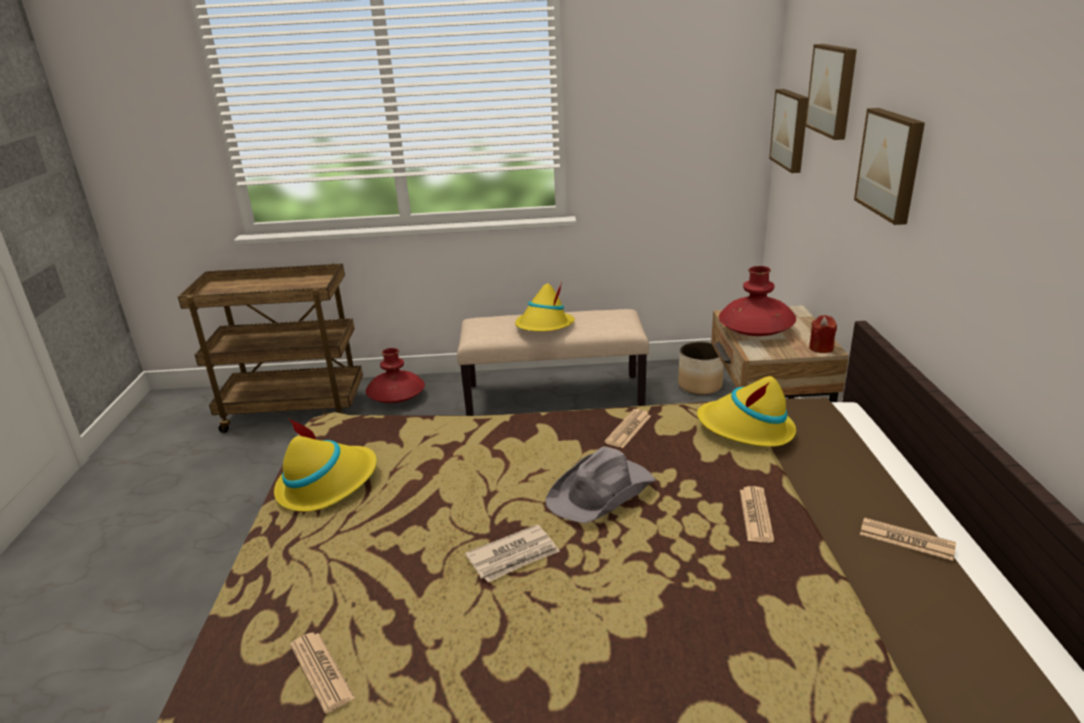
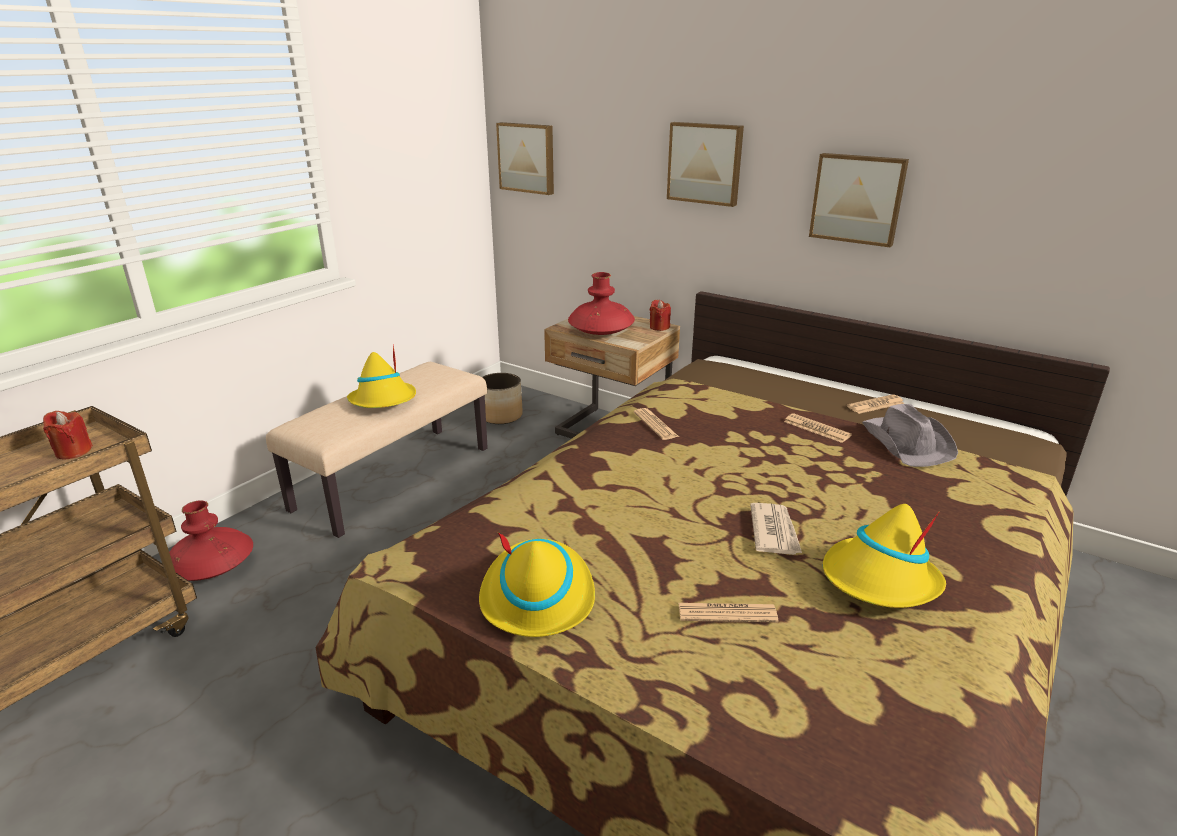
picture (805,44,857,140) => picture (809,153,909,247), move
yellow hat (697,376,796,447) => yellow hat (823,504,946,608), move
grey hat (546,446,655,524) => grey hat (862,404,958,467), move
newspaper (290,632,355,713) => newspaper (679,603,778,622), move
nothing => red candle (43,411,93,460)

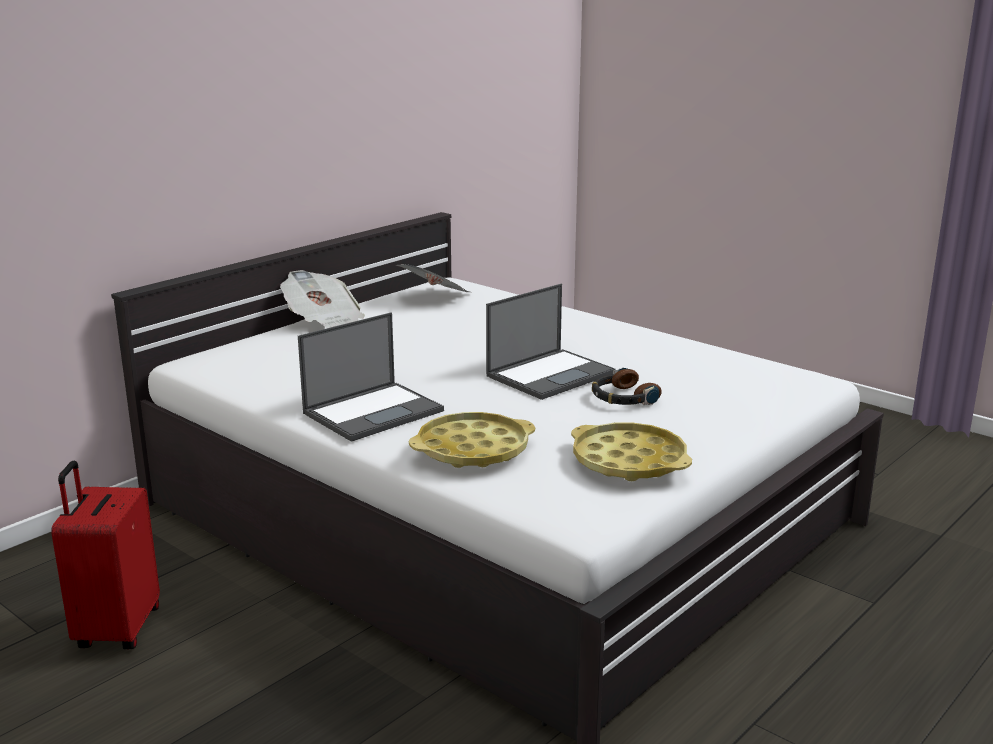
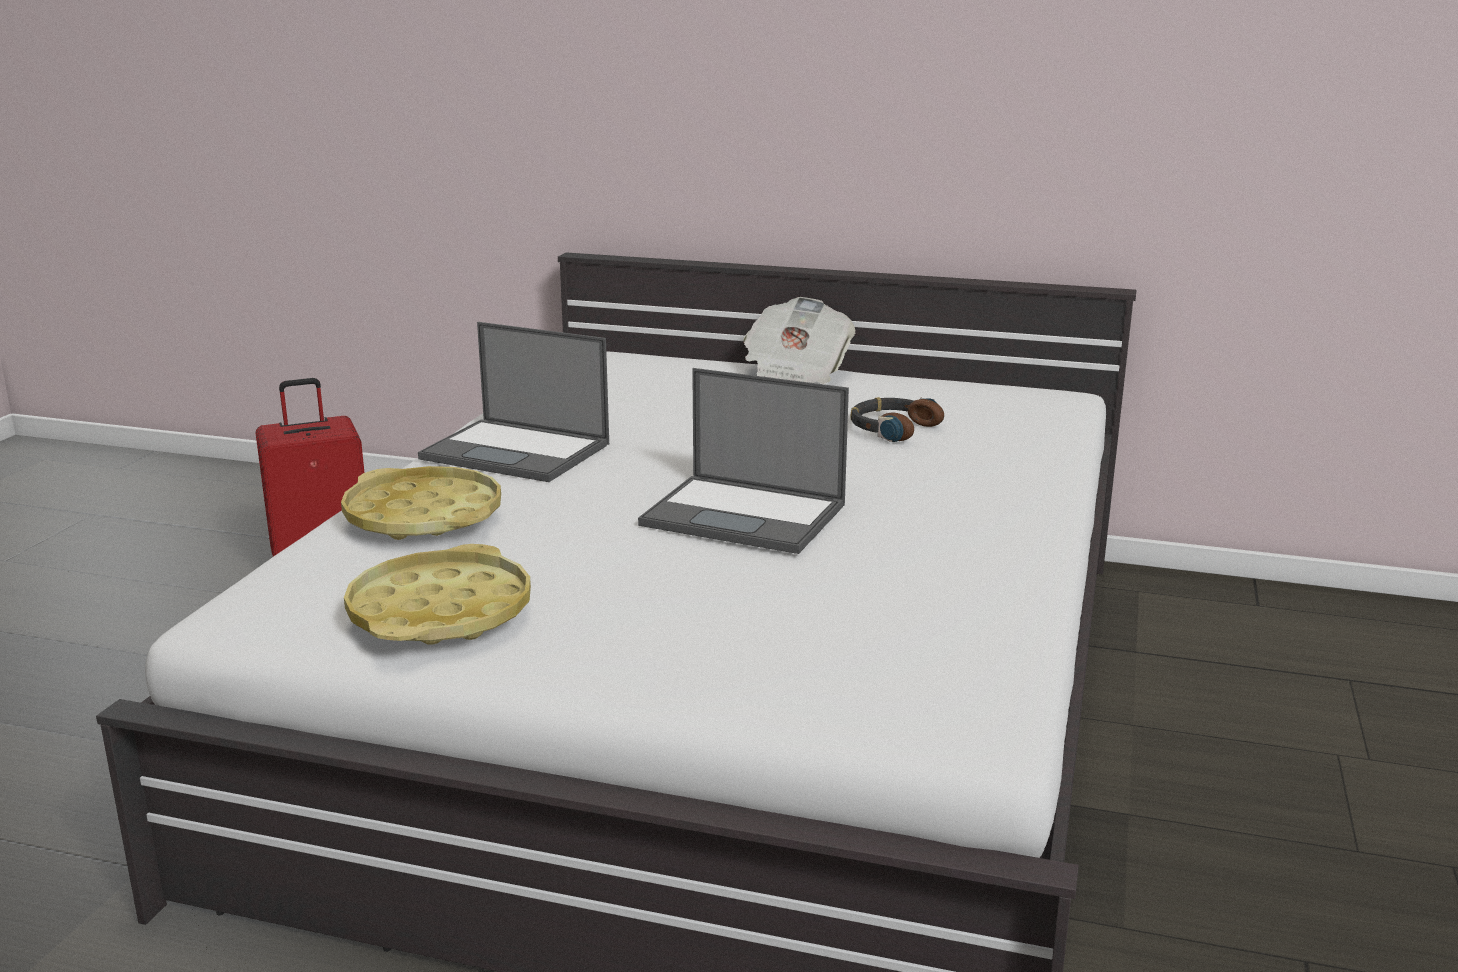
newspaper (396,264,469,292) => nothing
headphones (592,368,662,405) => headphones (851,397,944,442), move

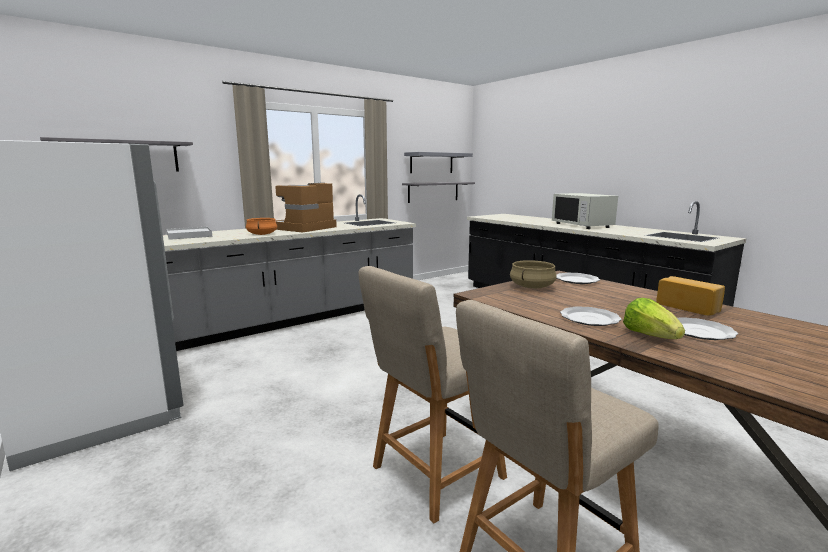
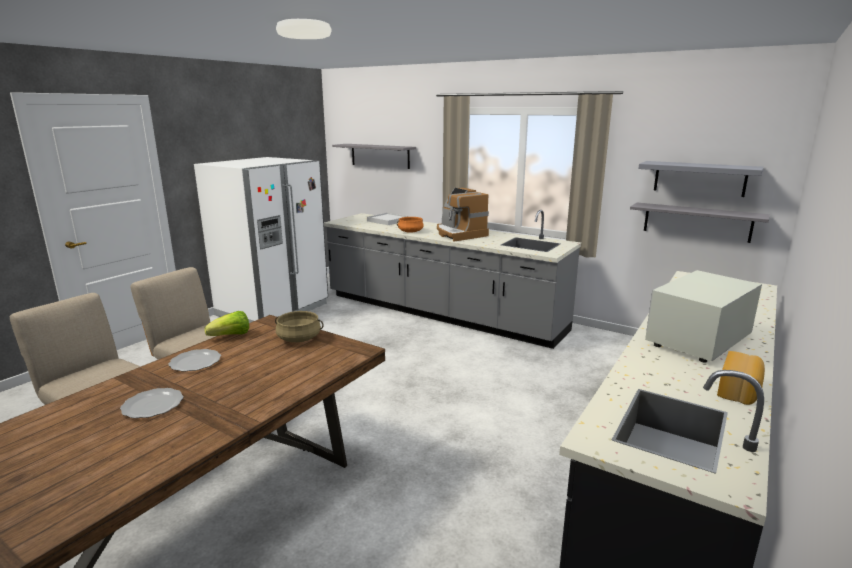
coffee machine (275,183,337,233) => coffee machine (437,188,489,242), 135 degrees counterclockwise
plate (557,273,600,284) => nothing
bread (656,276,725,315) => bread (717,351,765,405), move
lettuce (623,298,685,339) => lettuce (205,311,249,336), move

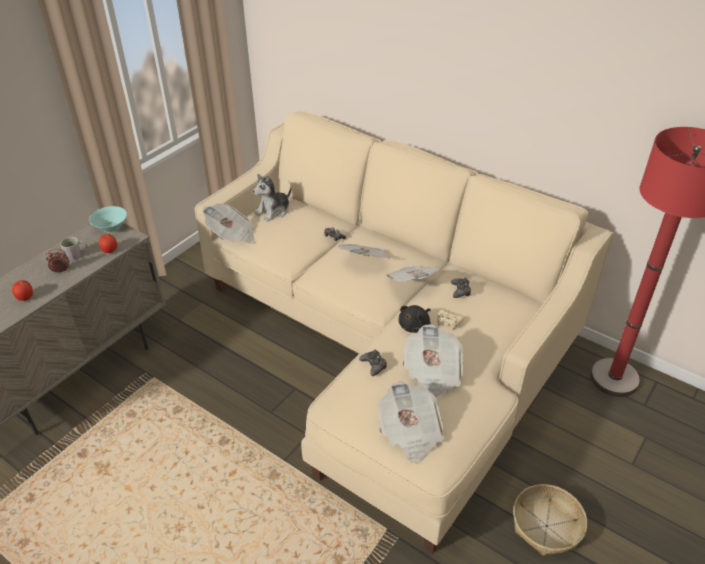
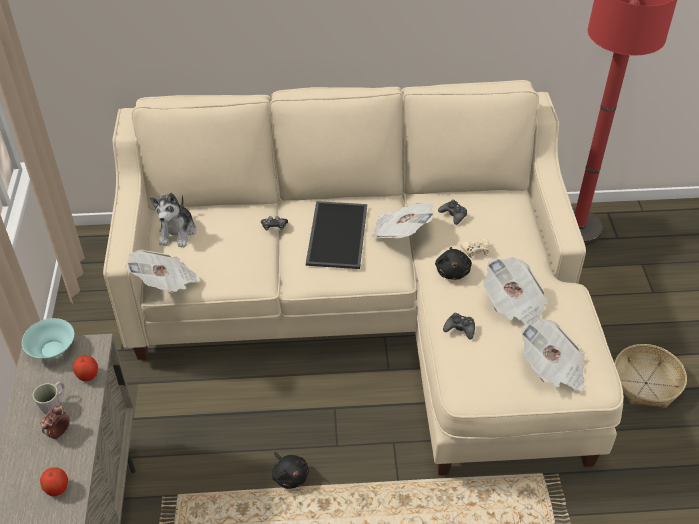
newspaper (338,244,390,258) => tray (306,201,367,269)
nothing => black plush toy (272,452,309,489)

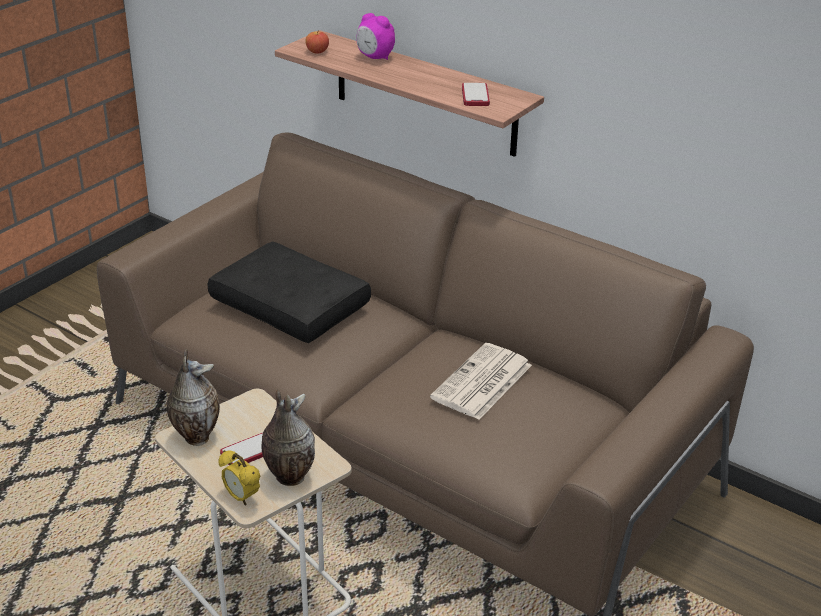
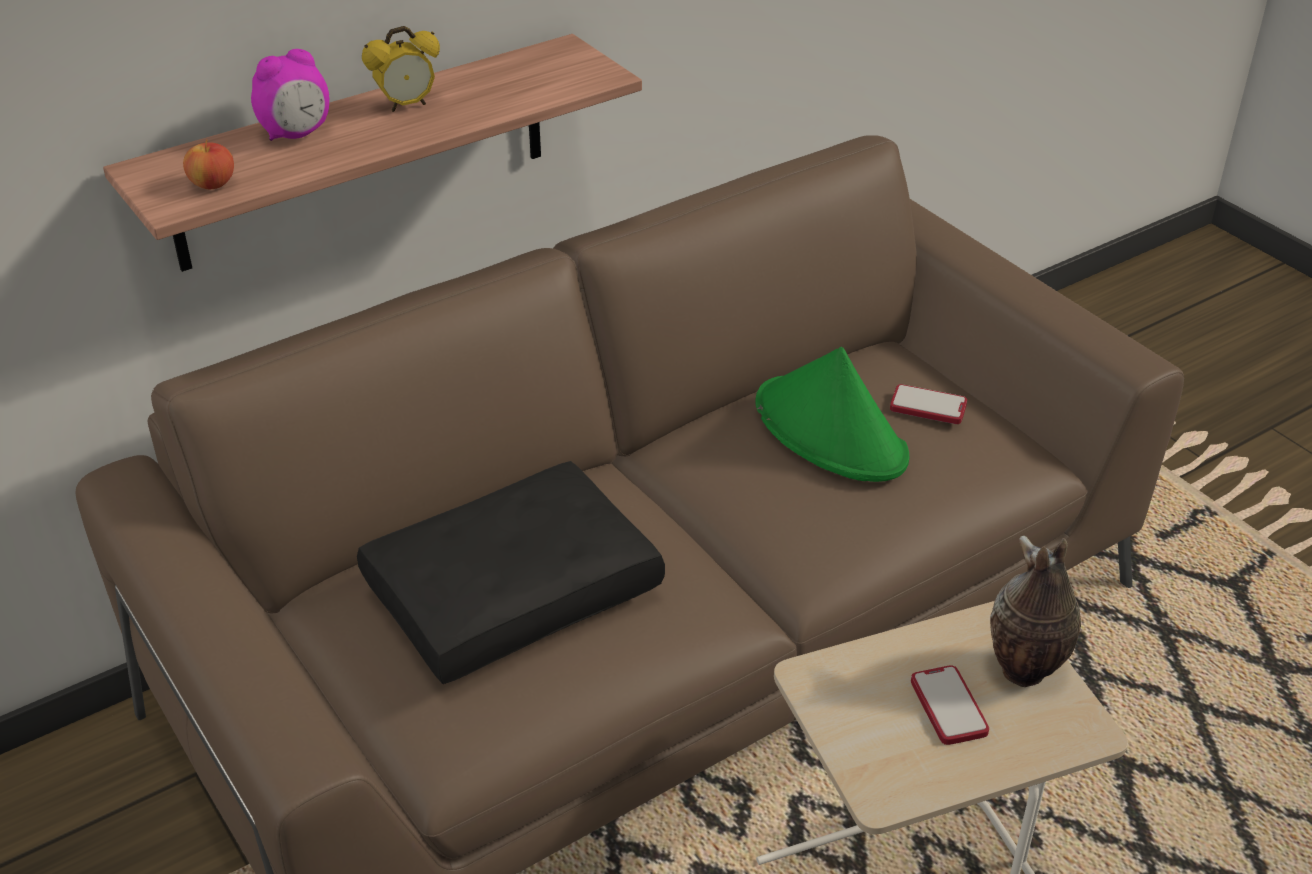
phone (462,83,490,106) => phone (890,384,967,424), move
newspaper (430,343,532,420) => green hat (756,347,909,482)
vase (167,348,220,446) => nothing
alarm clock (218,450,260,505) => alarm clock (362,26,440,112), move

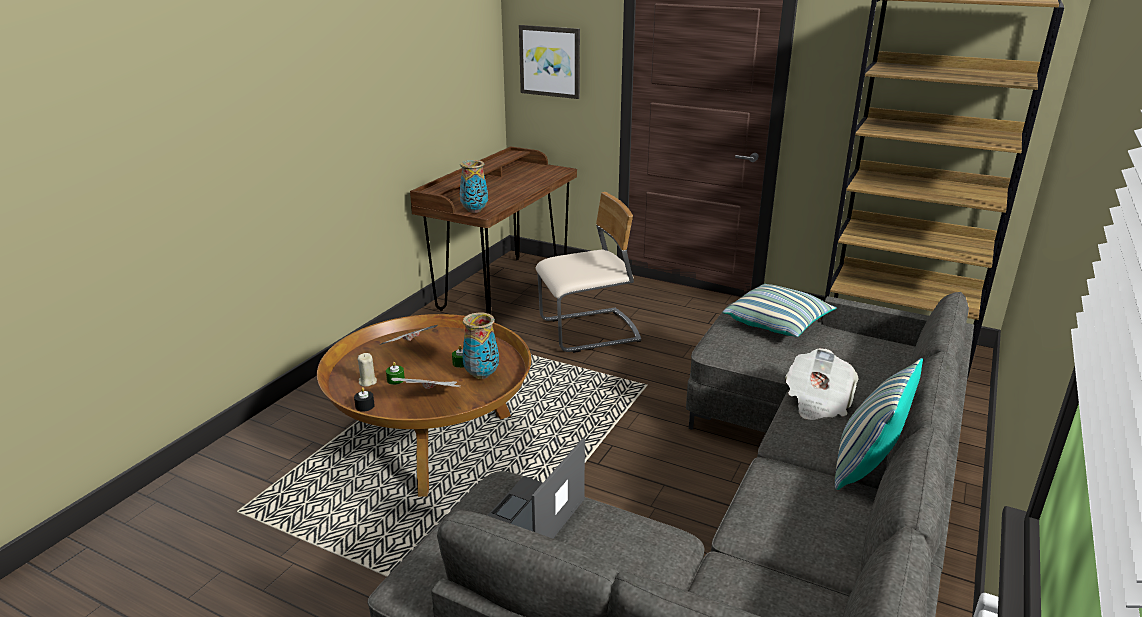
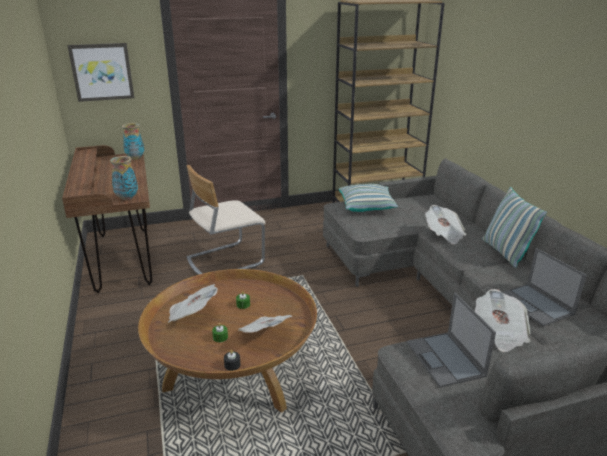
beige chair (536,192,641,353) => beige chair (187,165,265,275), 150 degrees counterclockwise
vase (462,313,499,379) => vase (122,123,144,160), move
beige candle (358,353,377,387) => nothing
nothing => laptop (502,248,587,326)
nothing => newspaper (475,289,531,352)

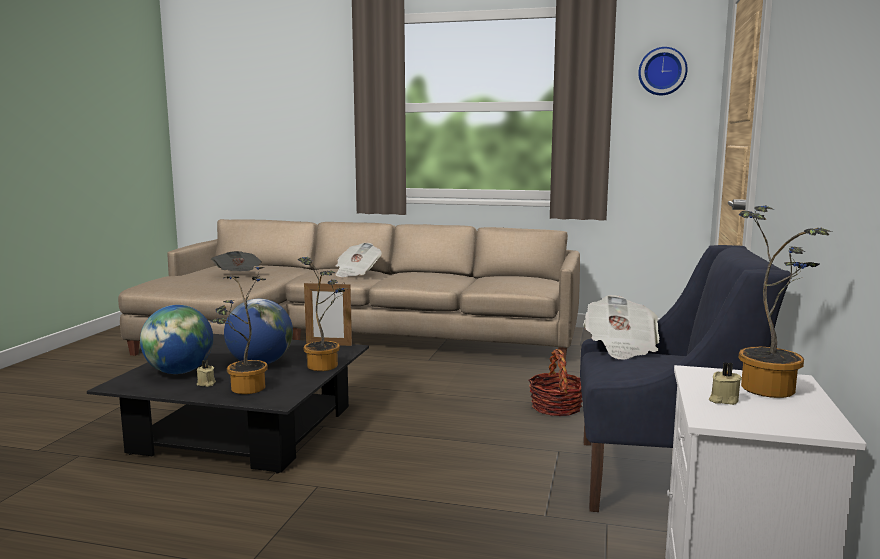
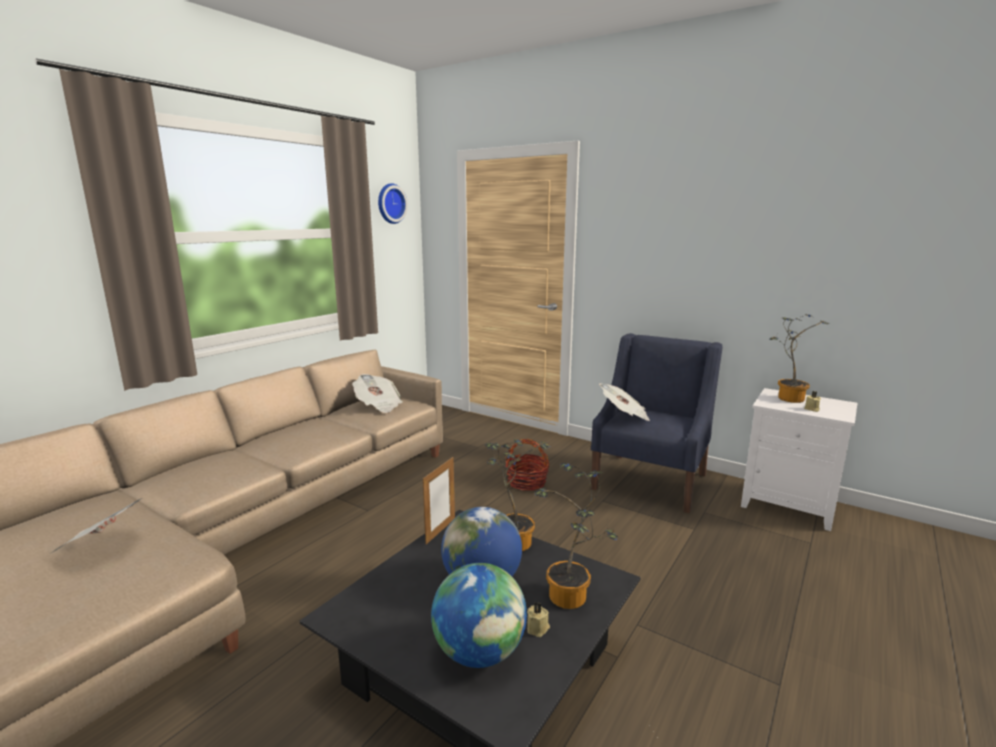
newspaper (336,243,382,277) => newspaper (352,374,403,413), move

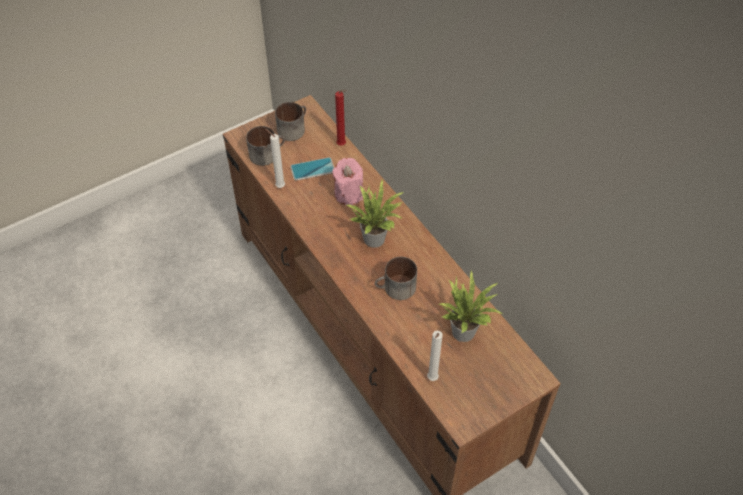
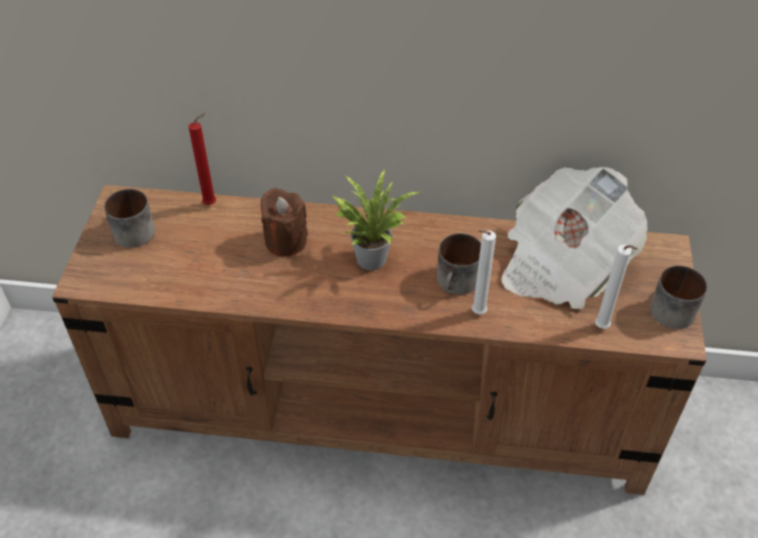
mug (246,126,285,166) => mug (650,266,707,329), move
white candle (266,129,285,188) => white candle (472,230,496,314), move
phone (290,157,334,181) => nothing
pink candle (332,158,363,205) => brown candle (261,188,308,256)
potted plant (439,270,503,342) => newspaper (501,167,647,309)

